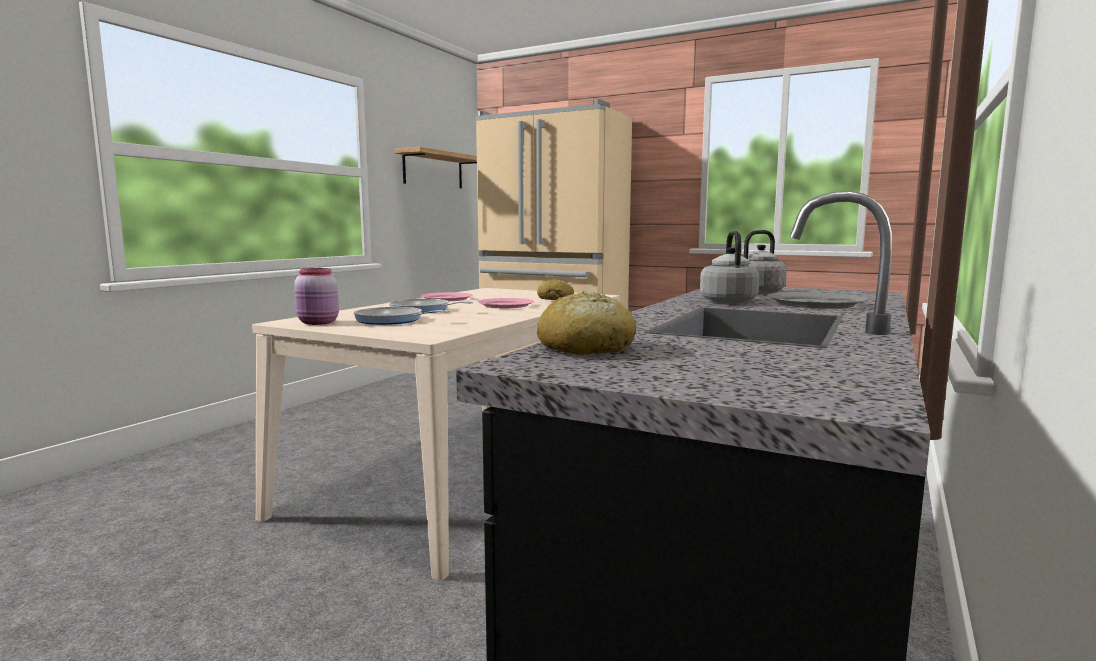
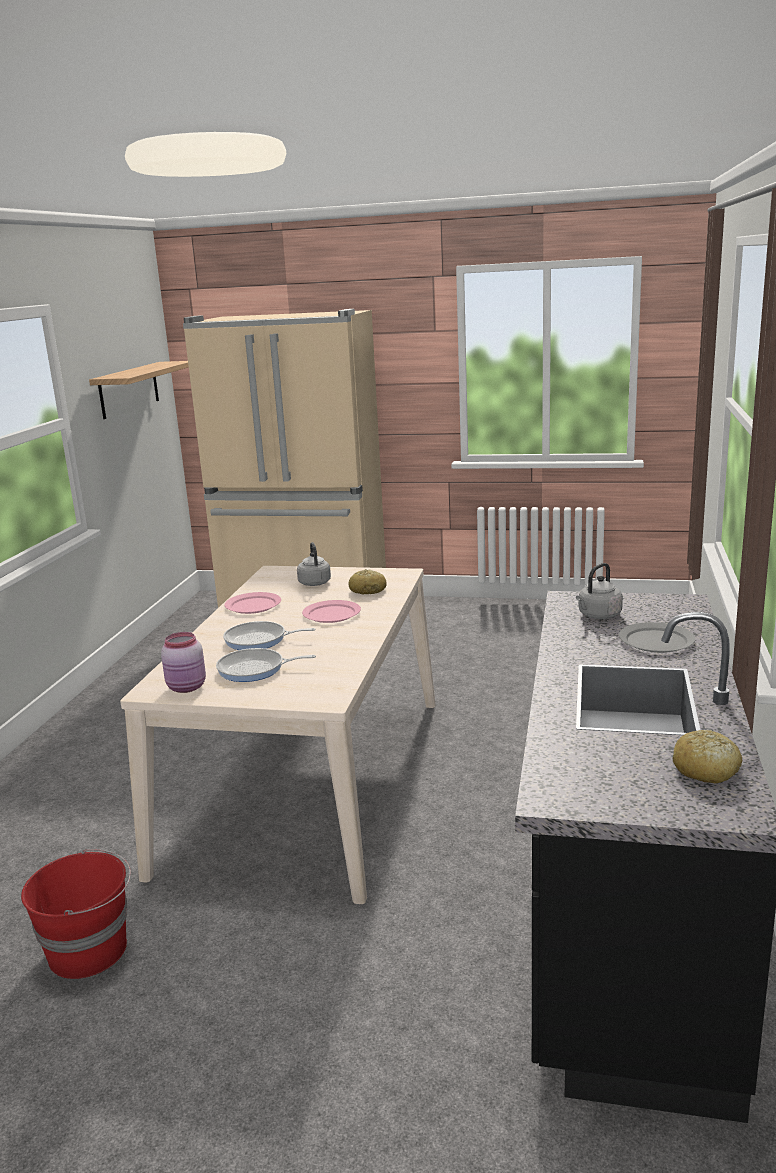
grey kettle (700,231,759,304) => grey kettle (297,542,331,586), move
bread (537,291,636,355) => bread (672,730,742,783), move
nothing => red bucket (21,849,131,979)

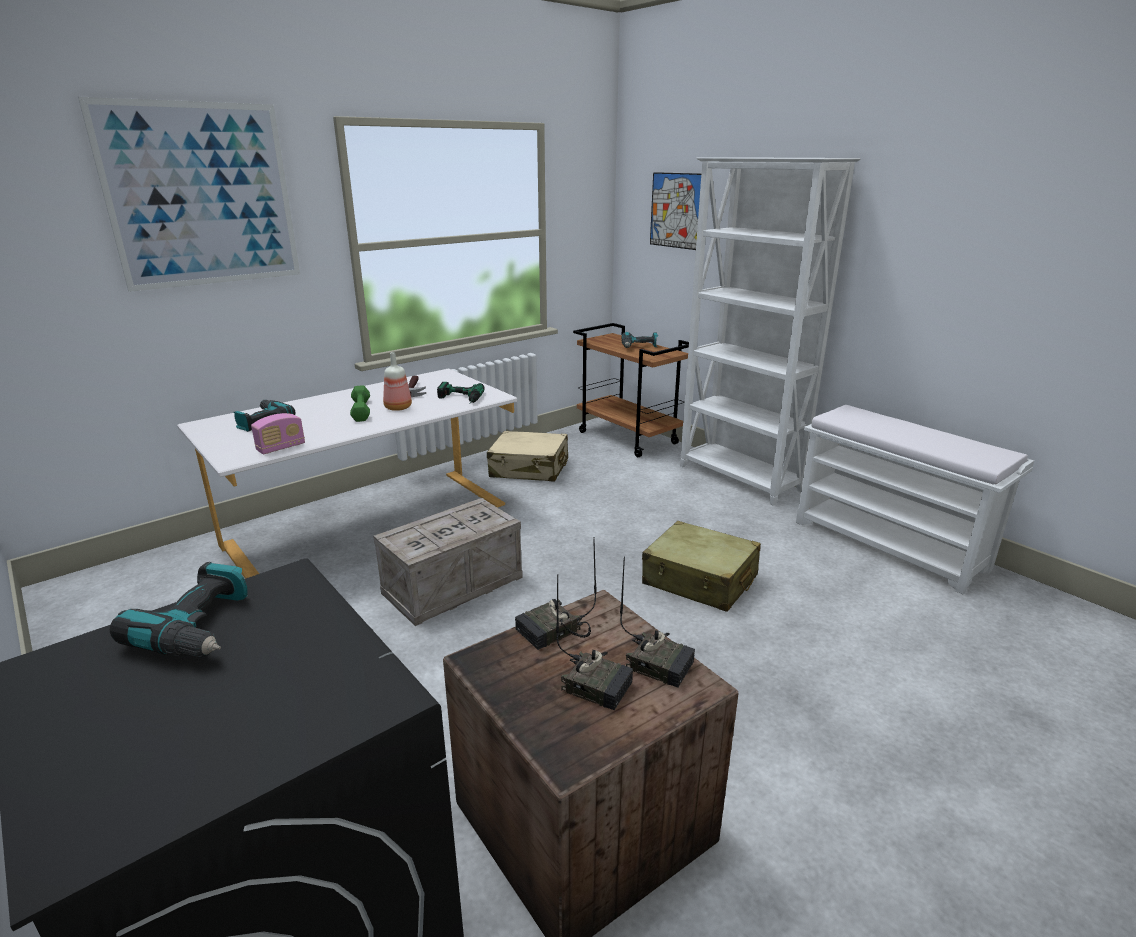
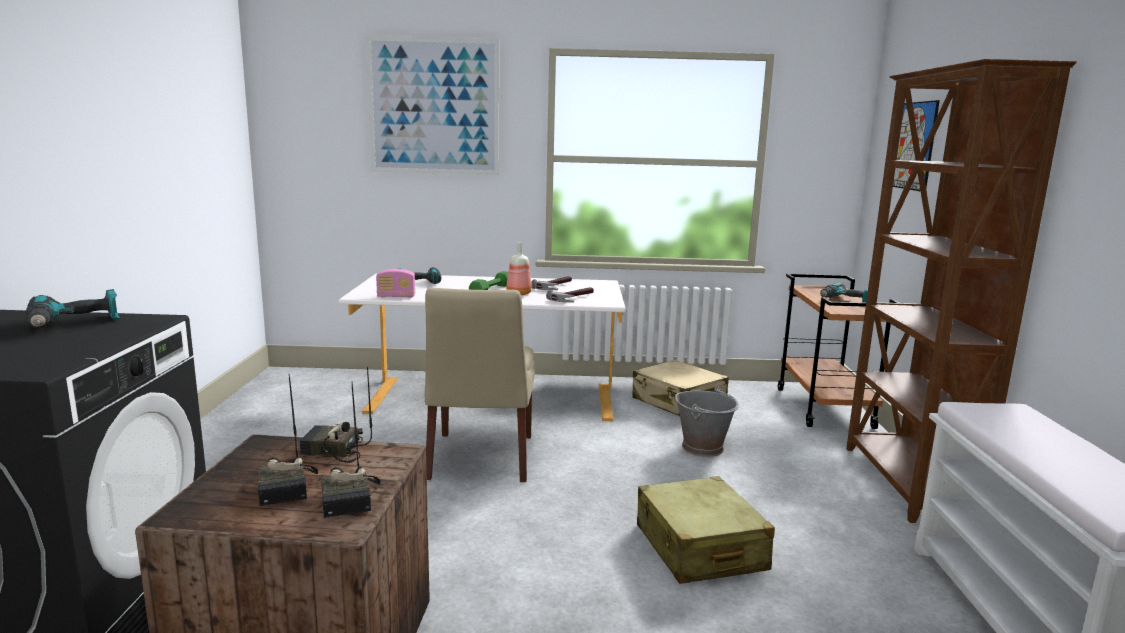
white bookcase (680,157,861,506) => brown bookcase (846,59,1077,523)
power drill (437,382,485,404) => hammer (546,287,594,303)
crate (373,498,523,626) => beige chair (425,288,535,482)
nothing => grey bucket (675,386,739,457)

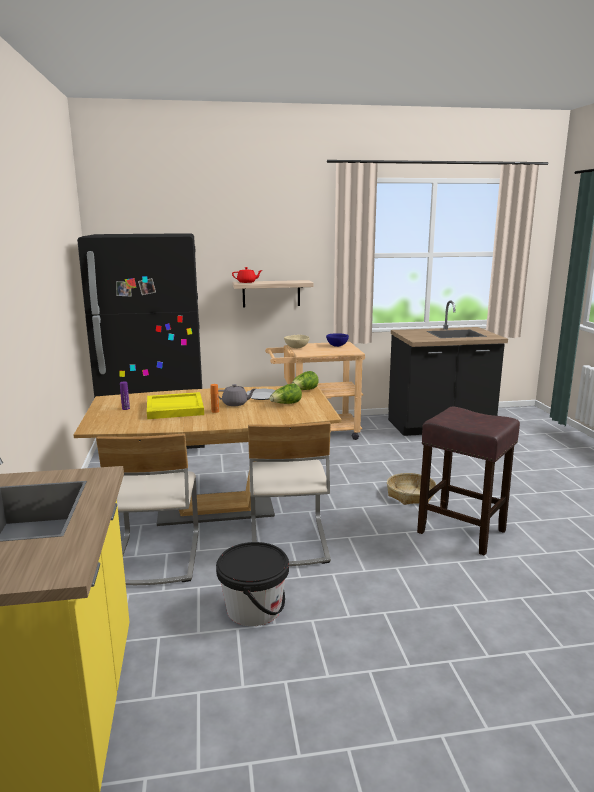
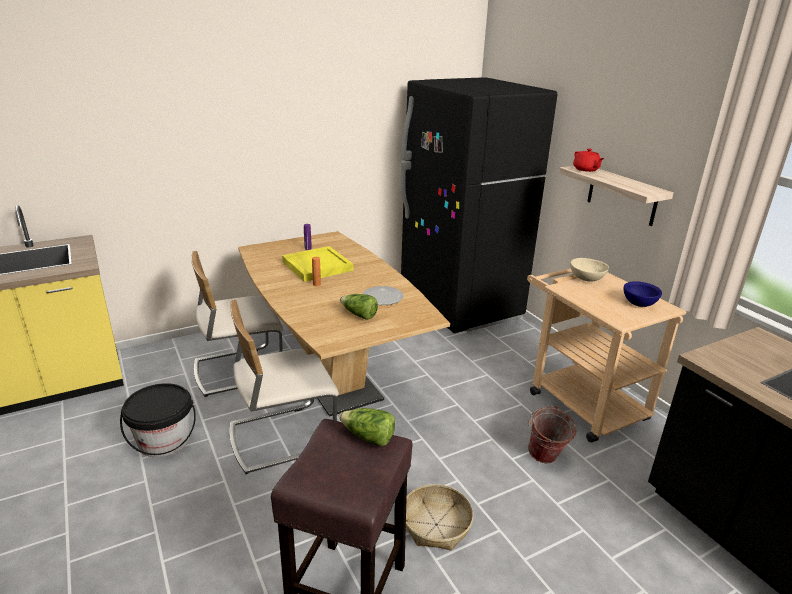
lettuce (291,371,319,390) => lettuce (339,408,395,446), move
grey teapot (218,384,256,406) => nothing
nothing => bucket (528,405,576,463)

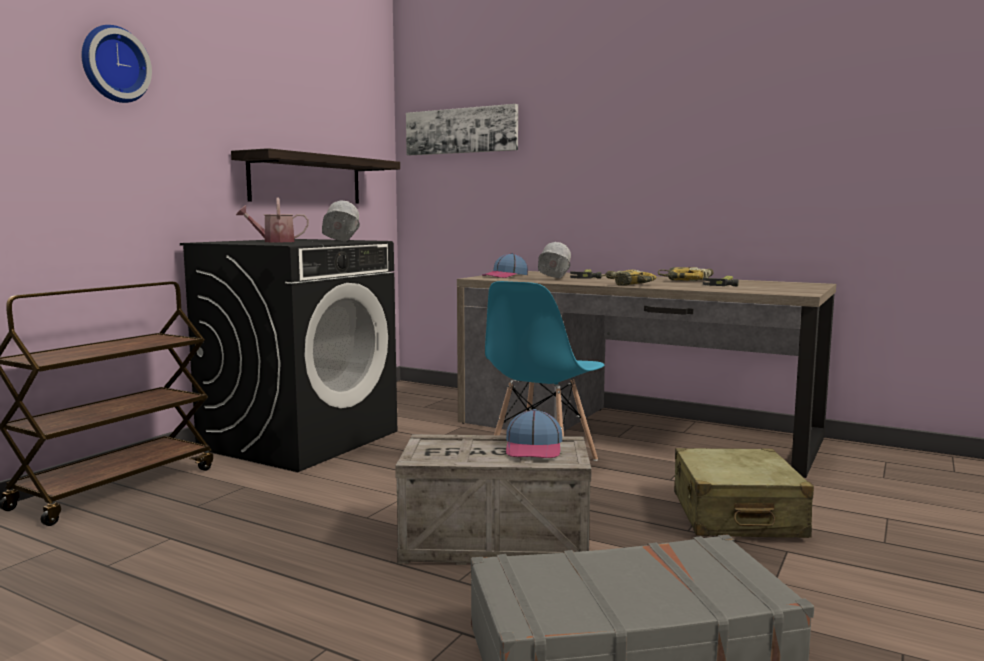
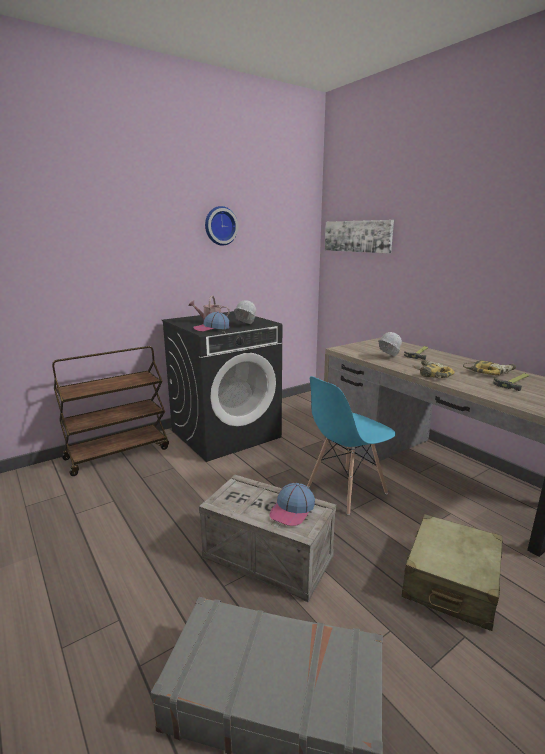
wall clock (81,25,152,103) => wall clock (205,206,238,246), move
shelf (231,148,400,204) => nothing
cap (482,253,528,278) => cap (193,311,229,332), move

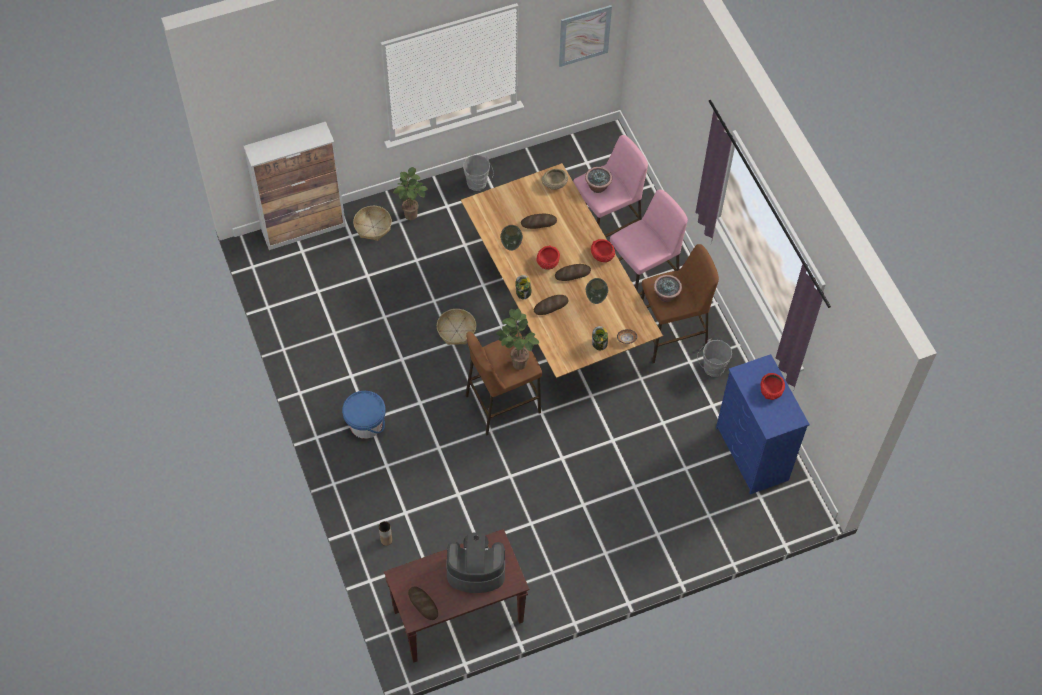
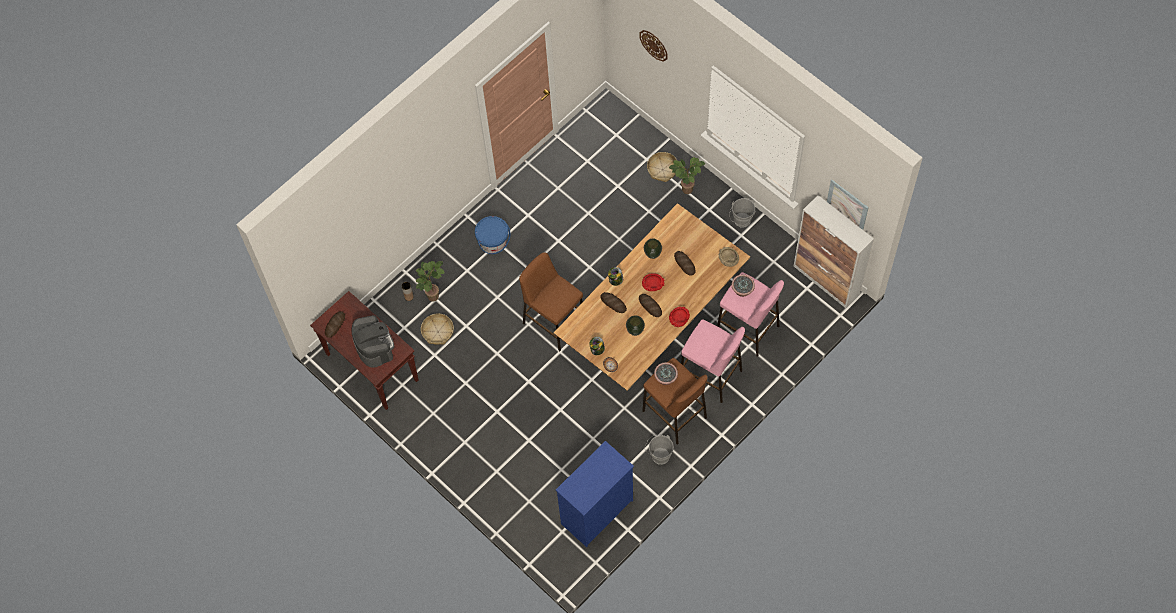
cabinet (243,122,346,250) => cabinet (794,195,874,308), move
potted plant (496,308,539,370) => potted plant (416,261,445,302), move
basket (437,309,476,345) => basket (421,313,454,344), move
red bowl (761,373,785,400) => nothing
nothing => wall clock (639,30,667,62)

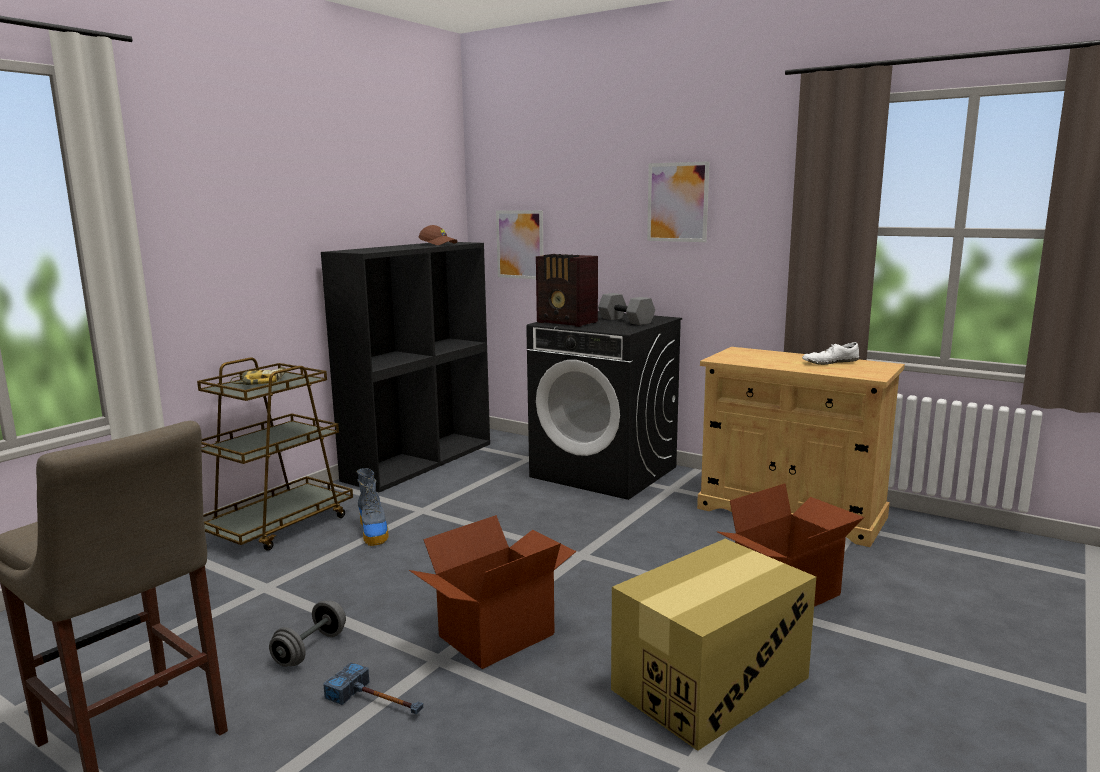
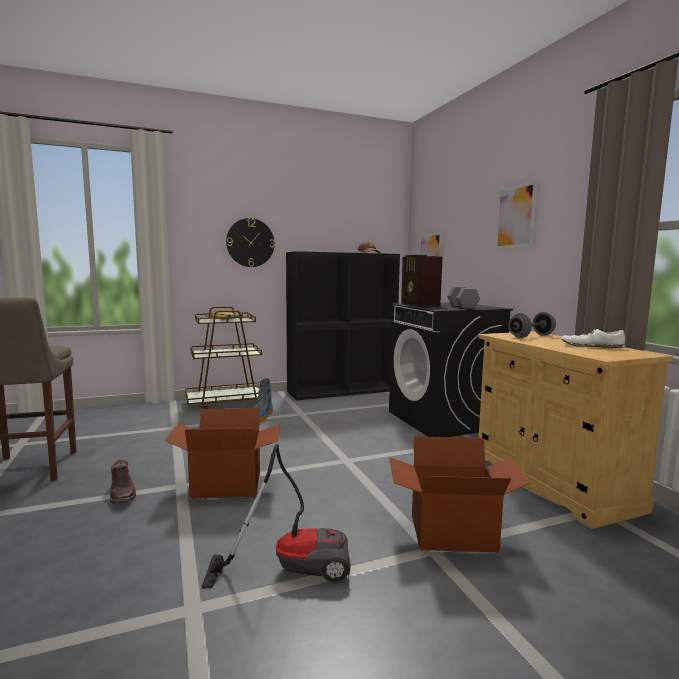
cardboard box (611,539,816,751) => vacuum cleaner (202,444,351,589)
grey dumbbell (269,601,346,667) => grey dumbbell (508,312,556,338), move
hammer (323,662,423,714) => brown boot (110,460,136,503)
nothing => wall clock (226,218,275,267)

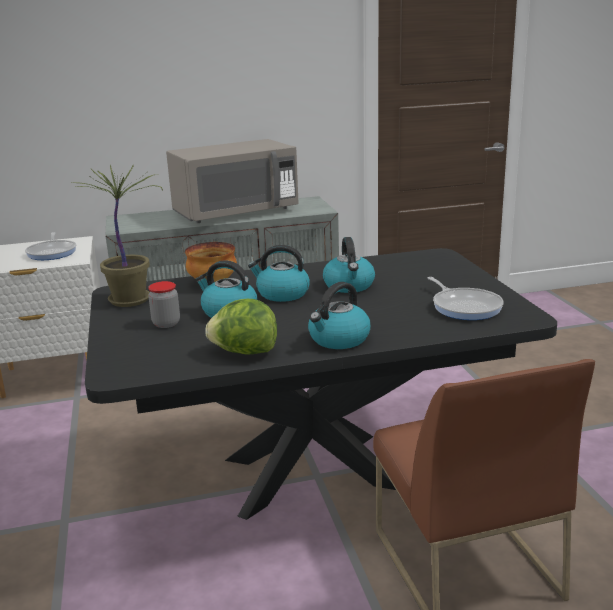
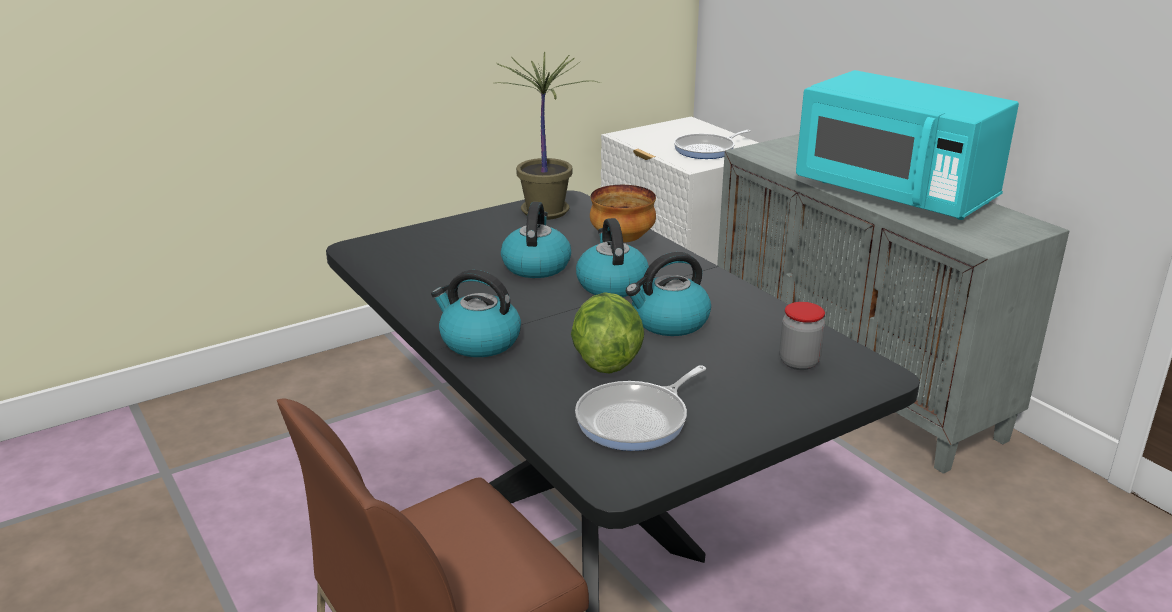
grey microwave (166,139,299,223) => turquoise microwave (796,70,1019,220)
jar (148,281,180,328) => jar (779,302,825,370), move
lettuce (205,299,277,355) => lettuce (571,292,644,374), move

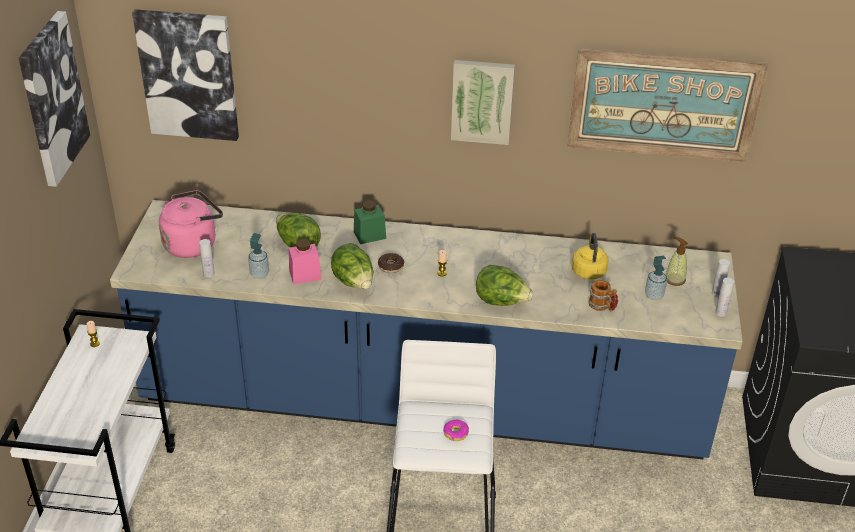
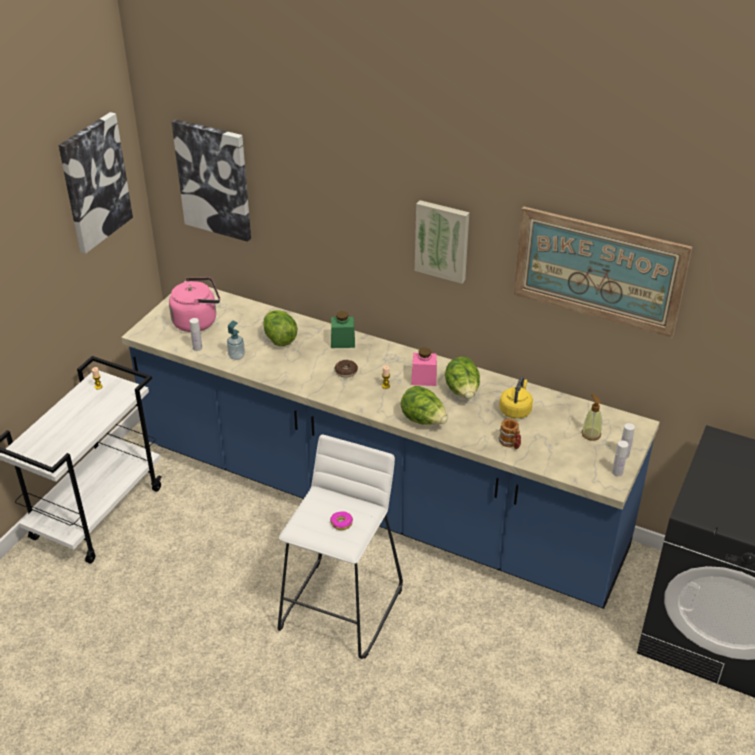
pink jar (289,239,321,284) => pink jar (411,347,437,386), move
lettuce (331,243,373,289) => lettuce (445,357,480,399), move
soap dispenser (645,256,667,300) => nothing

